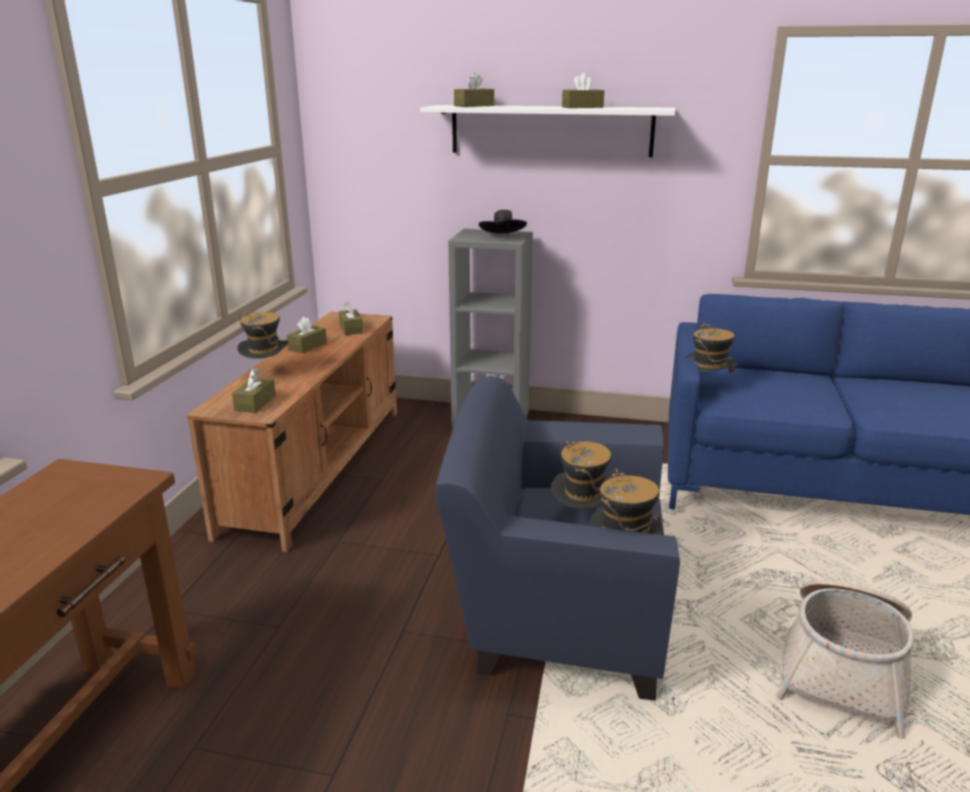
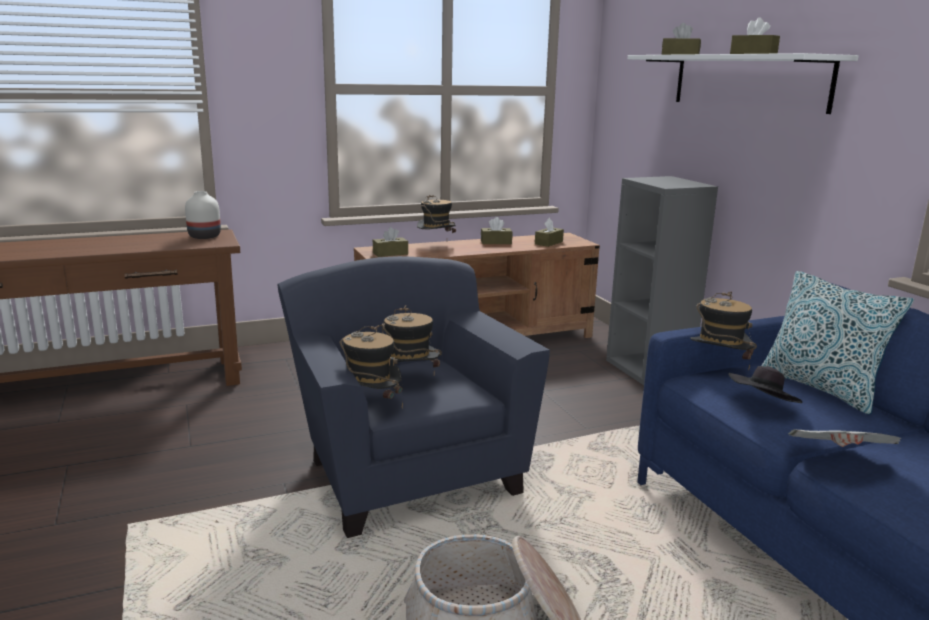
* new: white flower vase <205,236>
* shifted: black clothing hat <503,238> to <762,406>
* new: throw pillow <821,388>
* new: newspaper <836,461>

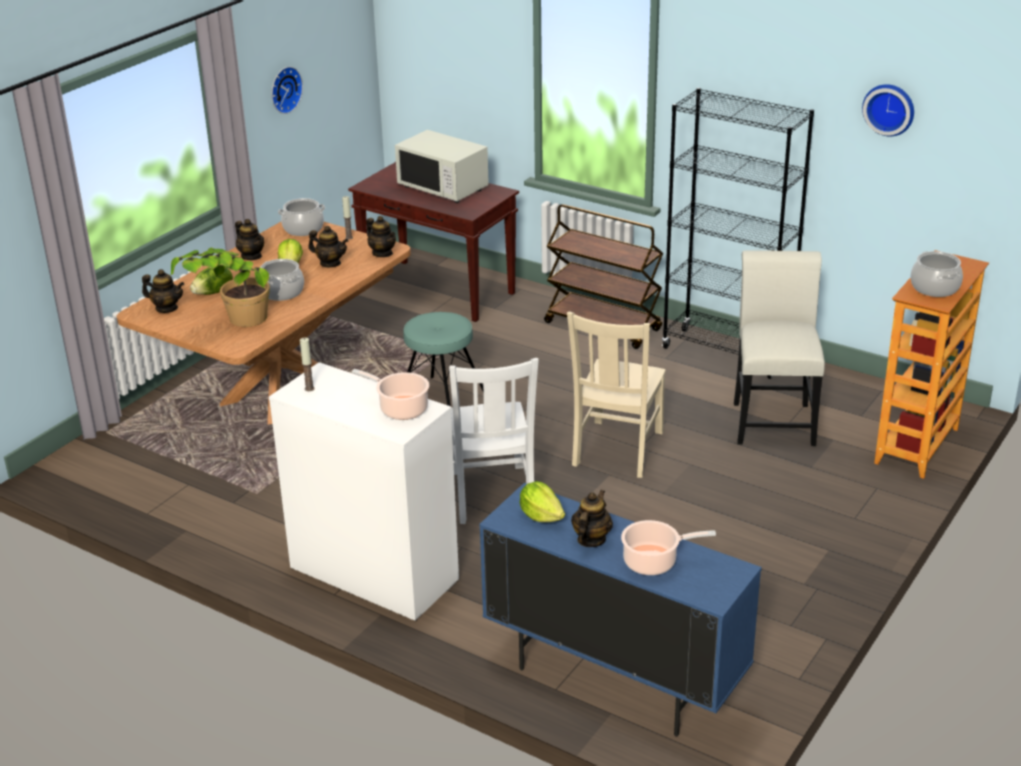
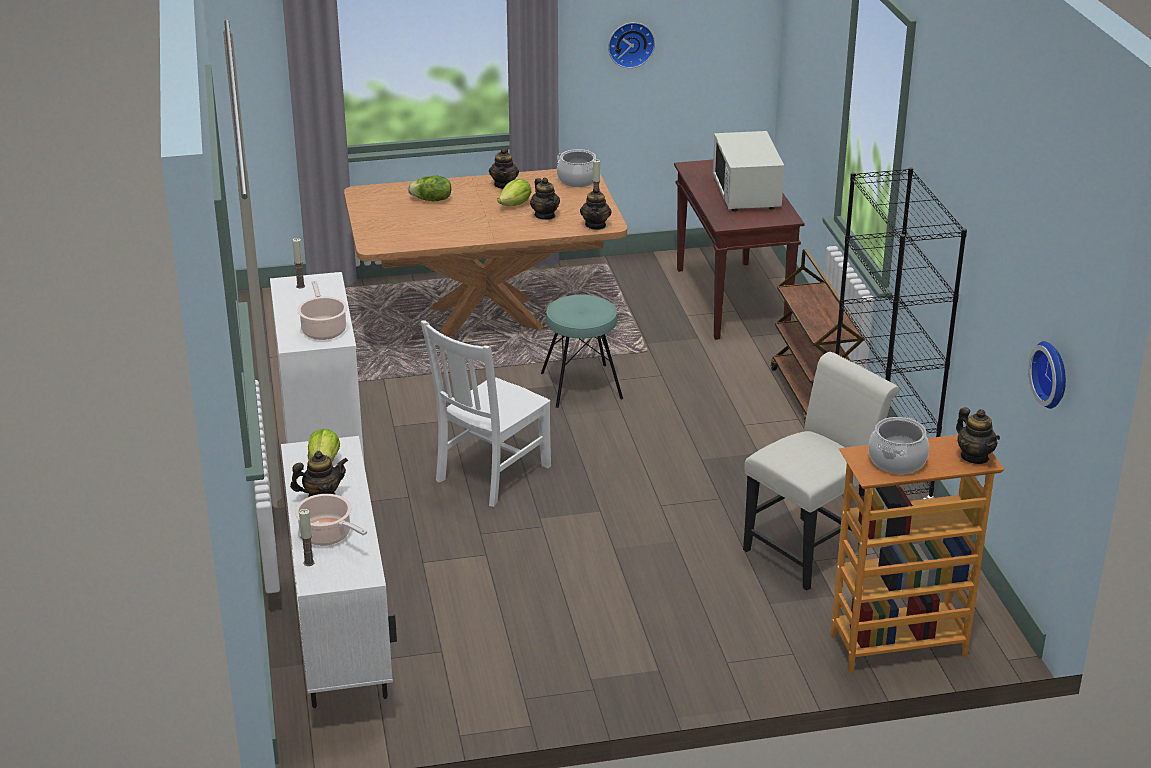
* repainted: blue-coloured cupboard <613,680> to white cupboard <341,645>
* new: candle <309,563>
* shifted: pot for tea <166,308> to <974,457>
* shifted: wall clock <889,108> to <1053,374>
* gone: houseplant <230,324>
* gone: stockpot <281,292>
* gone: beige upright chair <616,450>

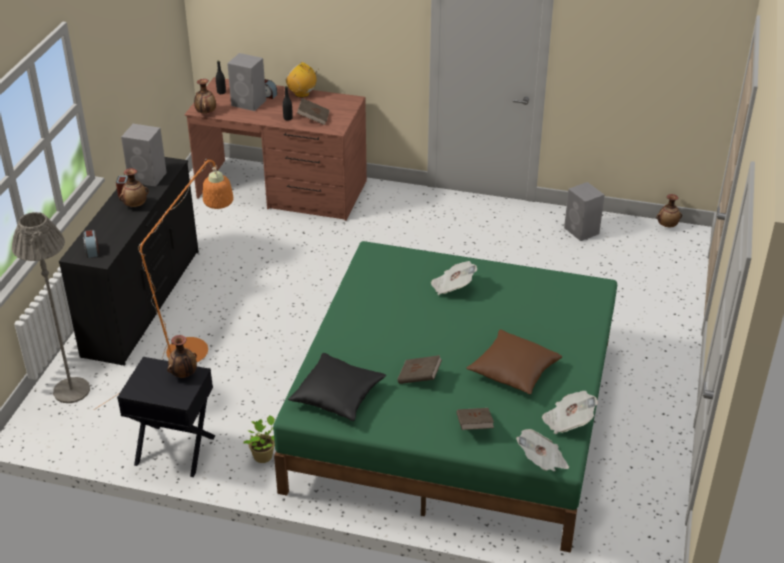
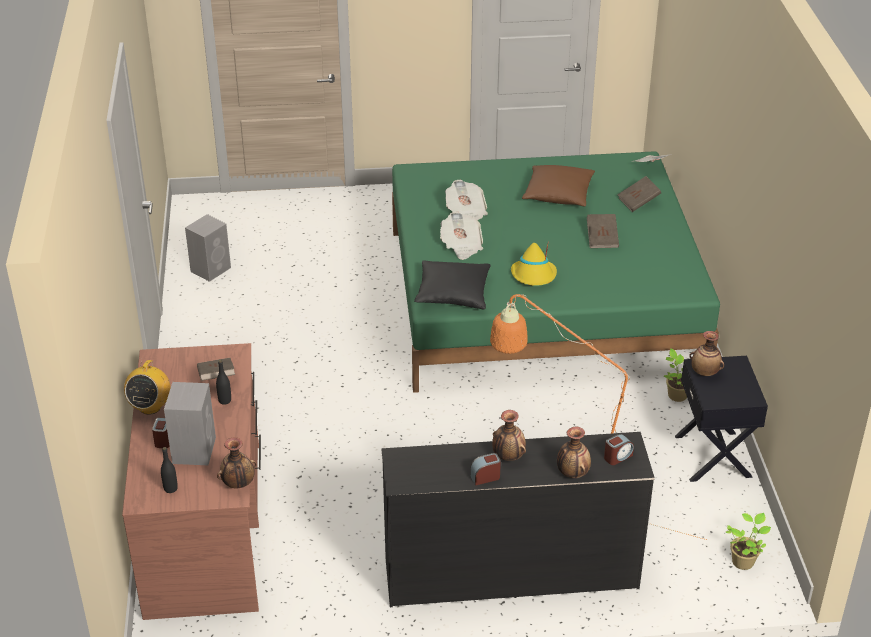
* shifted: black throw pillow <338,396> to <452,294>
* shifted: newspaper <567,422> to <466,212>
* new: yellow clothing hat <534,275>
* shifted: flower vase <667,226> to <572,473>
* new: houseplant <743,561>
* gone: grey standard lamp <71,390>
* gone: grey speaker <148,177>

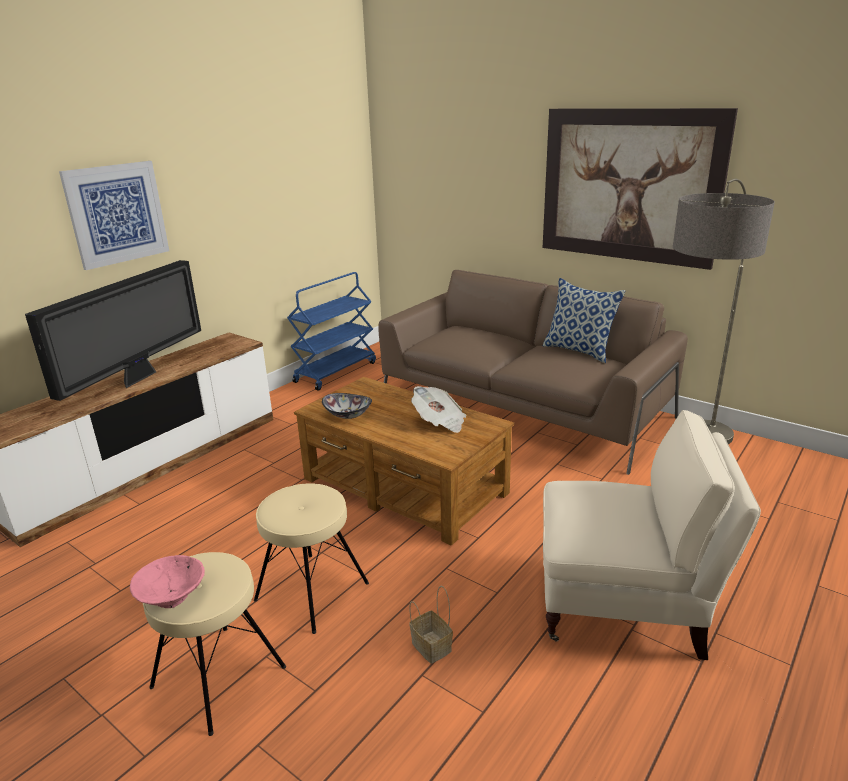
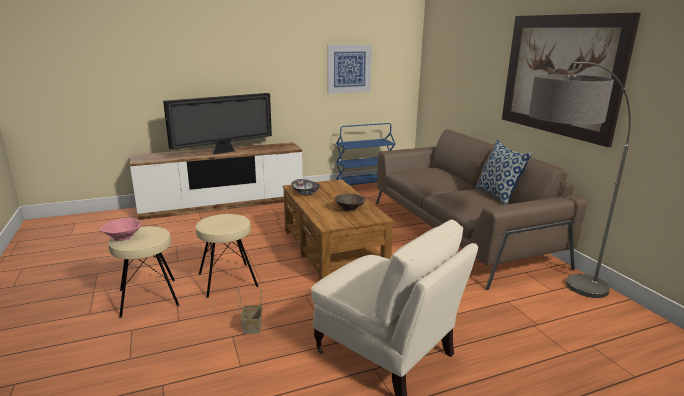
* shifted: wall art <117,214> to <349,69>
* swapped: newspaper <439,422> to brownish bowl <349,209>

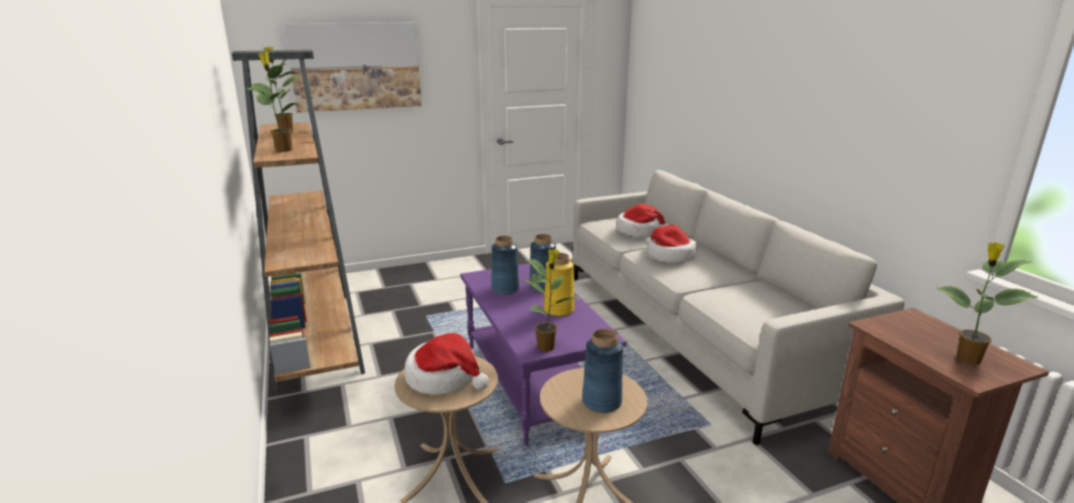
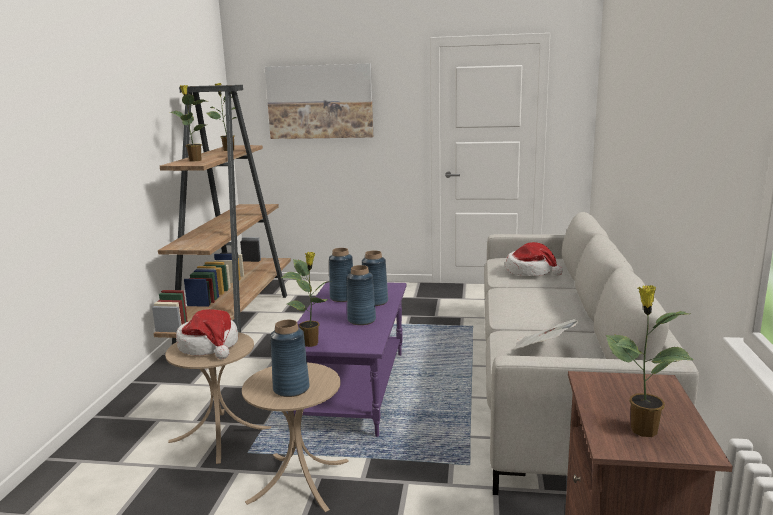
* repainted: yellow flower vase <559,310> to blue-coloured flower vase <362,320>
* new: newspaper <542,350>
* gone: clothing hat <669,256>

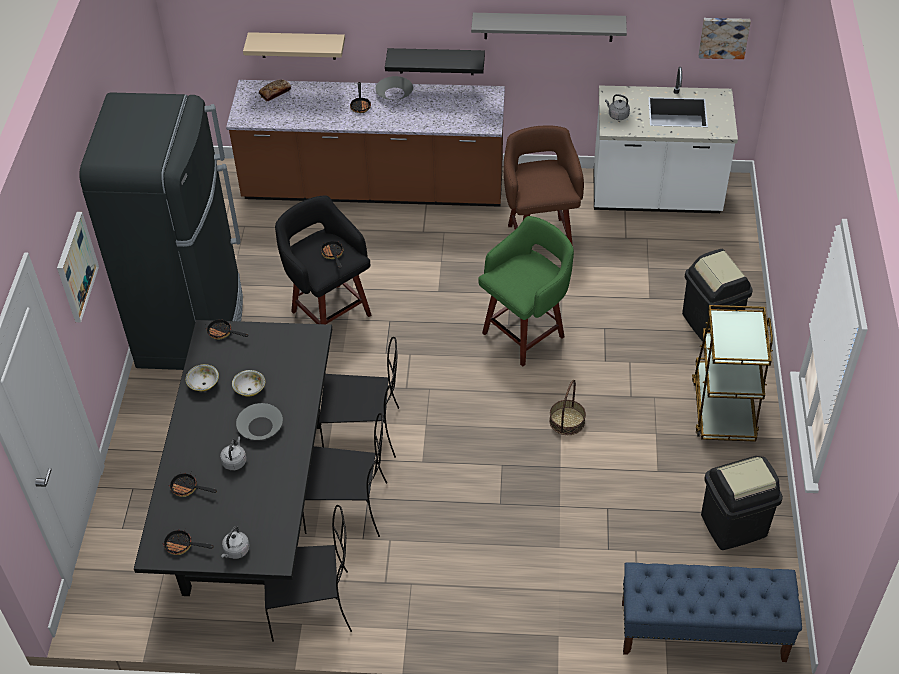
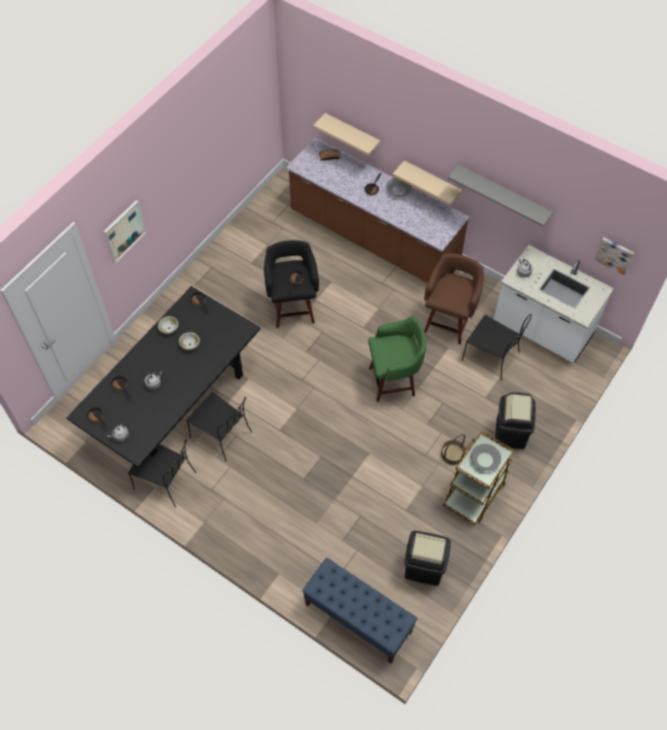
* repainted: black bracket shelf <436,61> to beige bracket shelf <431,182>
* shifted: household basket <567,421> to <452,454>
* shifted: black upright chair <364,432> to <492,357>
* shifted: grey bowl <260,426> to <485,459>
* gone: black kitchen fridge <192,326>

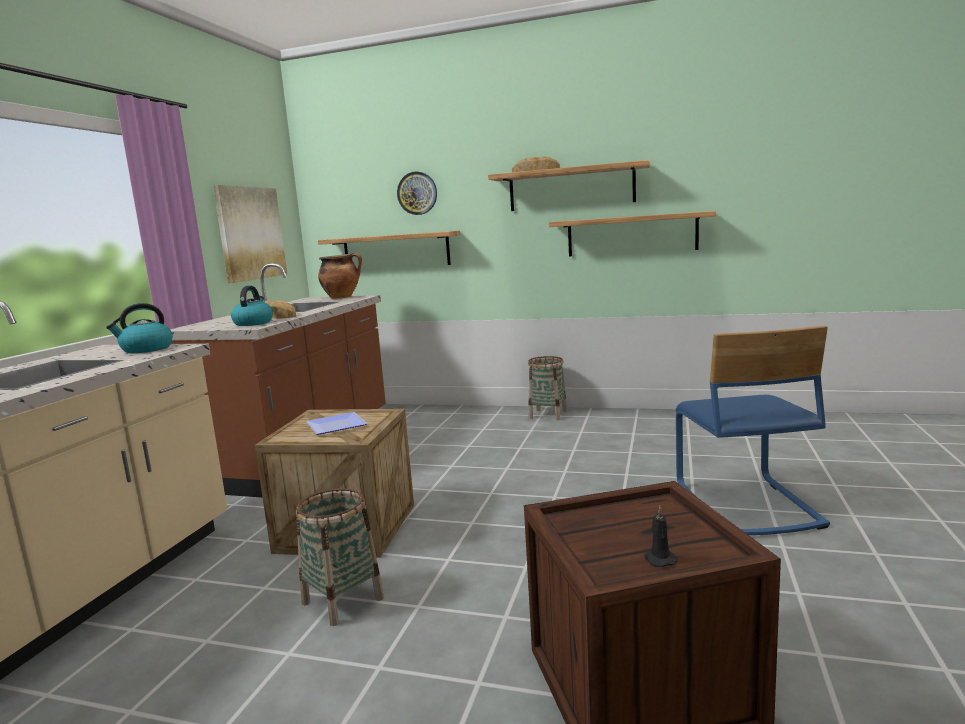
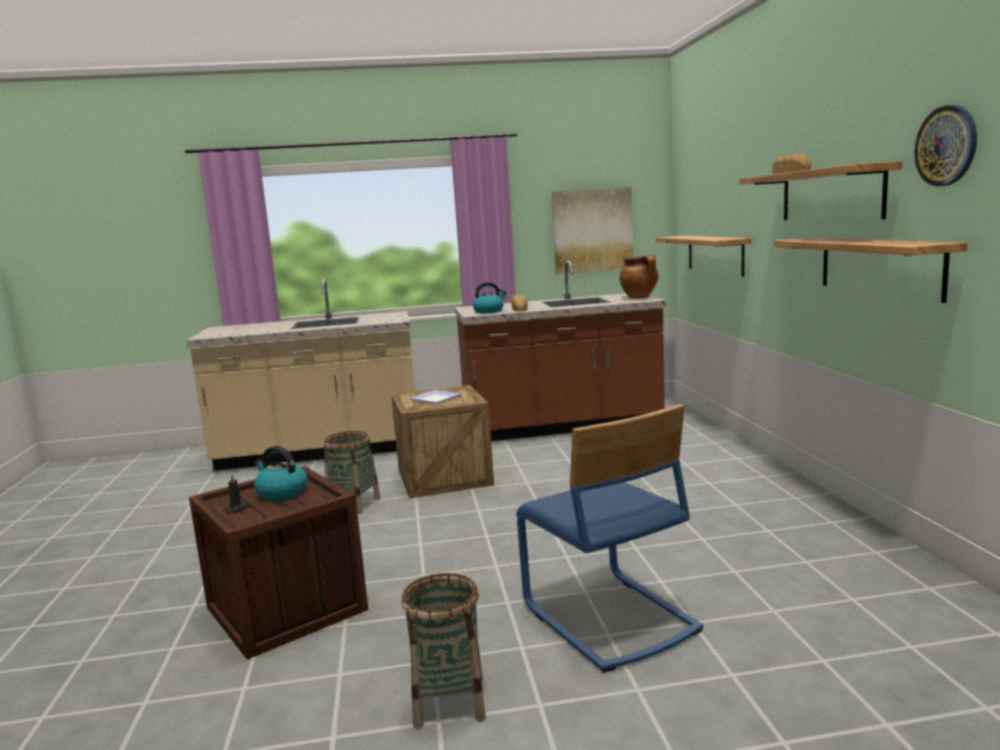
* shifted: water kettle <146,349> to <281,493>
* shifted: household basket <548,415> to <449,702>
* rotated: blue-coloured upright chair <745,505> = <608,619> 90 degrees counterclockwise
* shifted: wall clock <417,193> to <946,146>

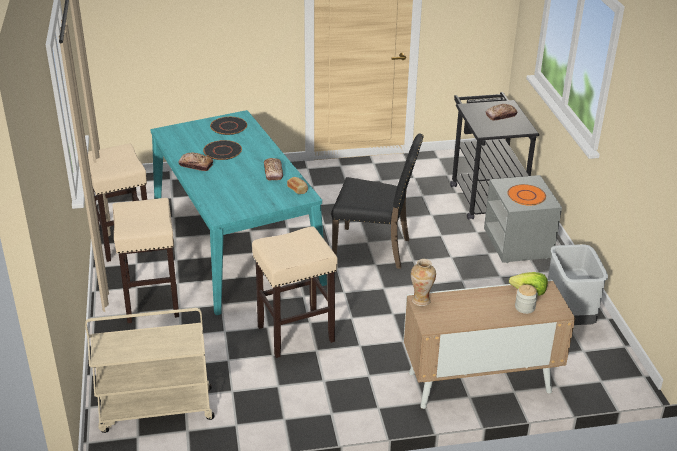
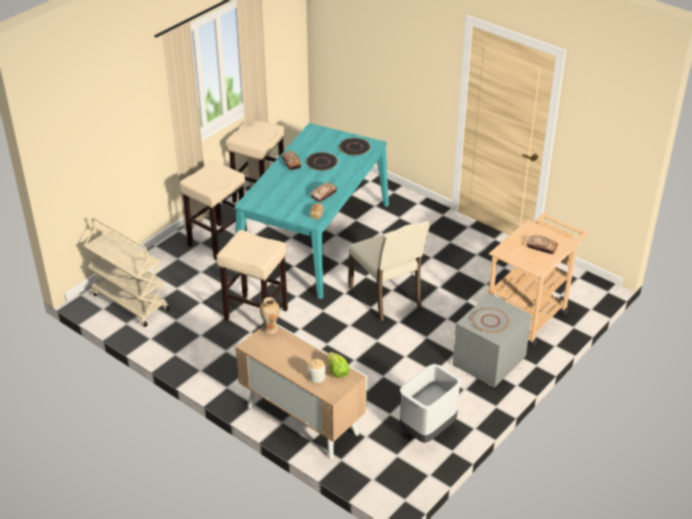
* repainted: black upright chair <373,249> to beige upright chair <387,297>
* repainted: orange flat dish <526,196> to grey flat dish <490,321>
* repainted: black cart <484,196> to beige cart <530,313>

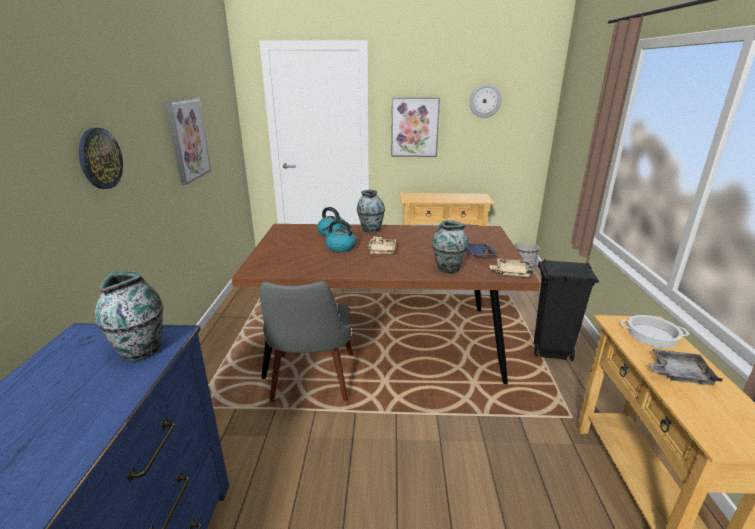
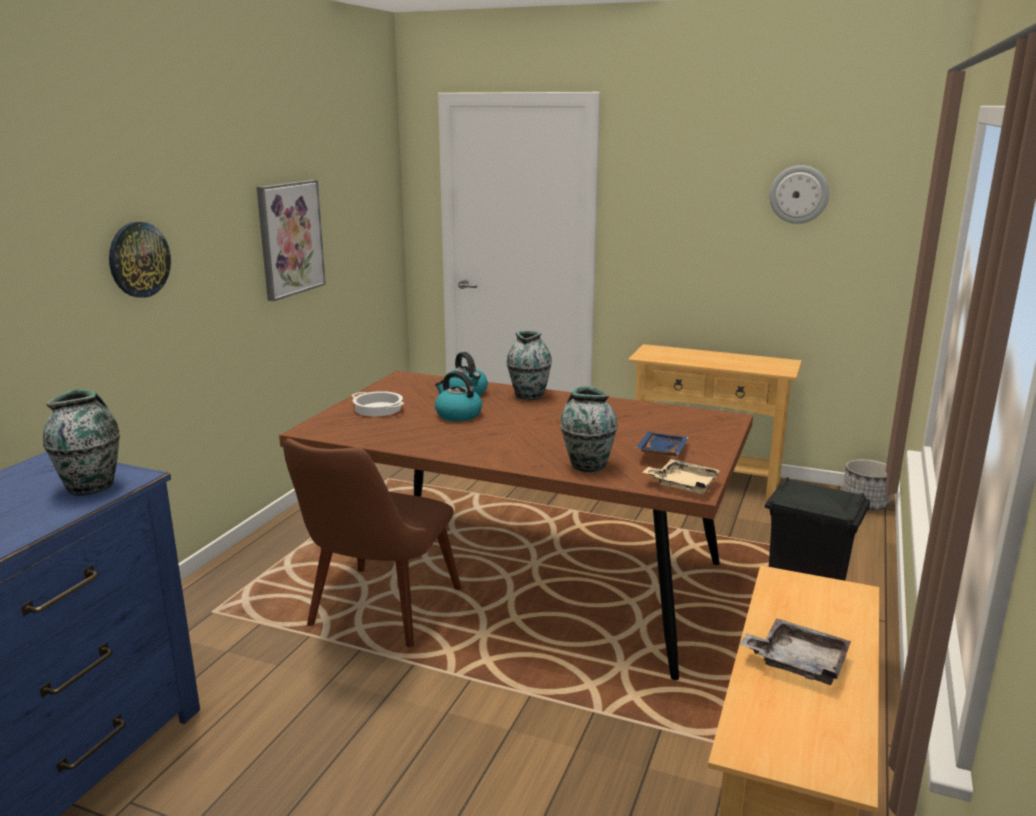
* repainted: grey upright chair <312,385> to brownish upright chair <376,617>
* shifted: stockpot <652,335> to <378,409>
* gone: beige tray <381,250>
* gone: wall art <414,127>

